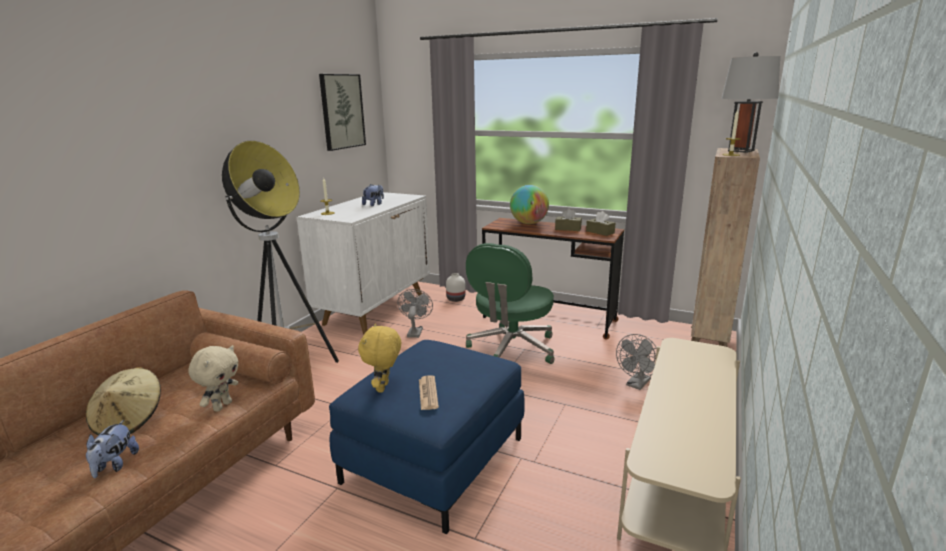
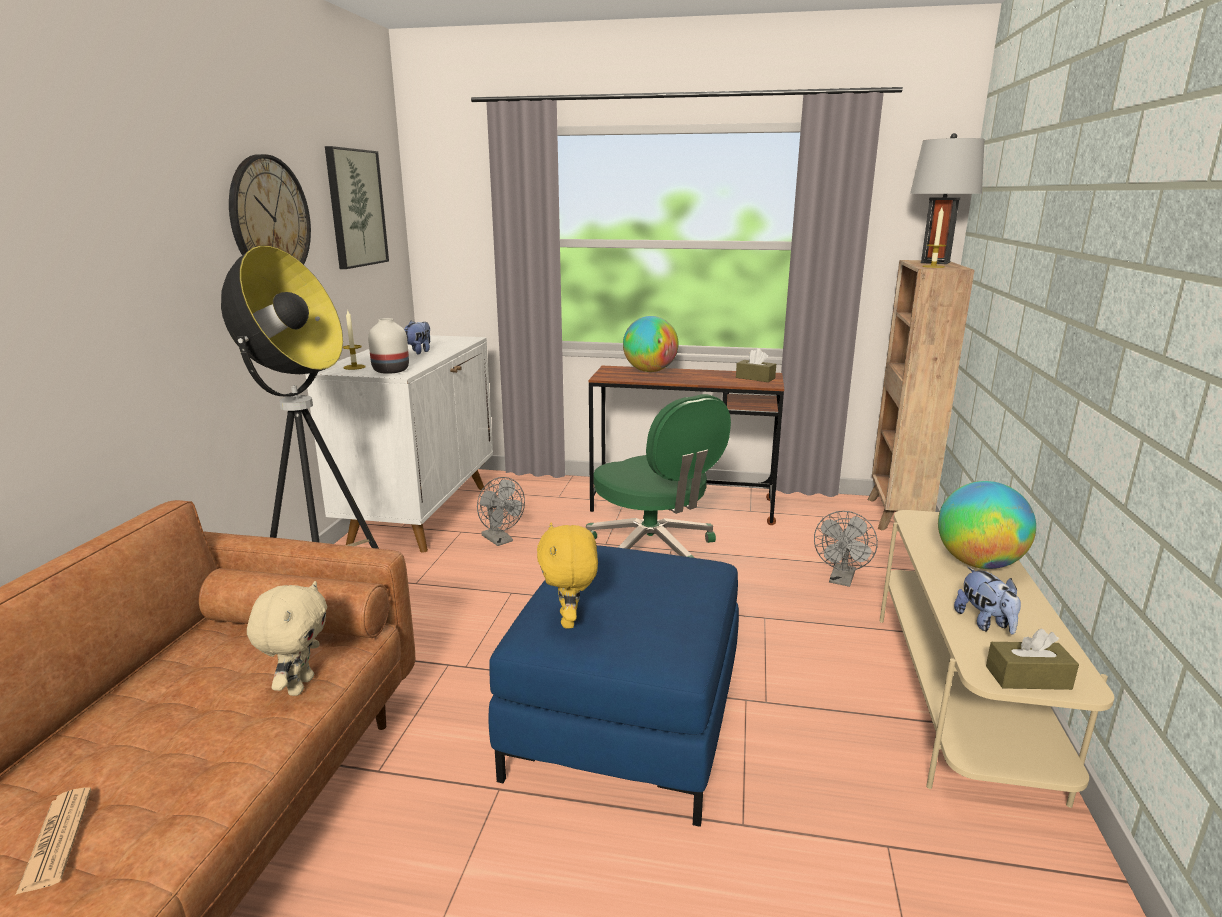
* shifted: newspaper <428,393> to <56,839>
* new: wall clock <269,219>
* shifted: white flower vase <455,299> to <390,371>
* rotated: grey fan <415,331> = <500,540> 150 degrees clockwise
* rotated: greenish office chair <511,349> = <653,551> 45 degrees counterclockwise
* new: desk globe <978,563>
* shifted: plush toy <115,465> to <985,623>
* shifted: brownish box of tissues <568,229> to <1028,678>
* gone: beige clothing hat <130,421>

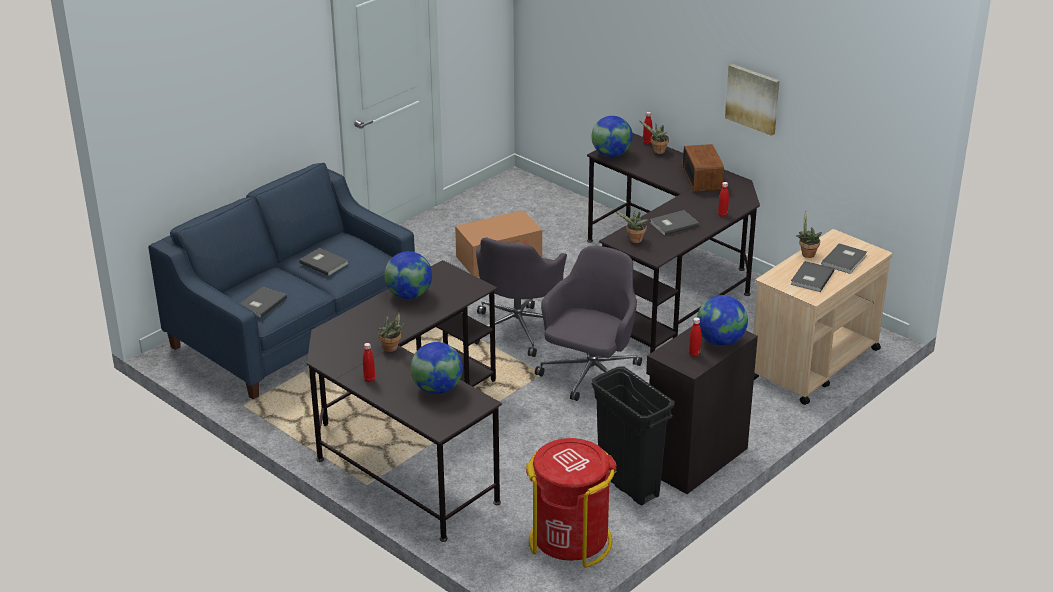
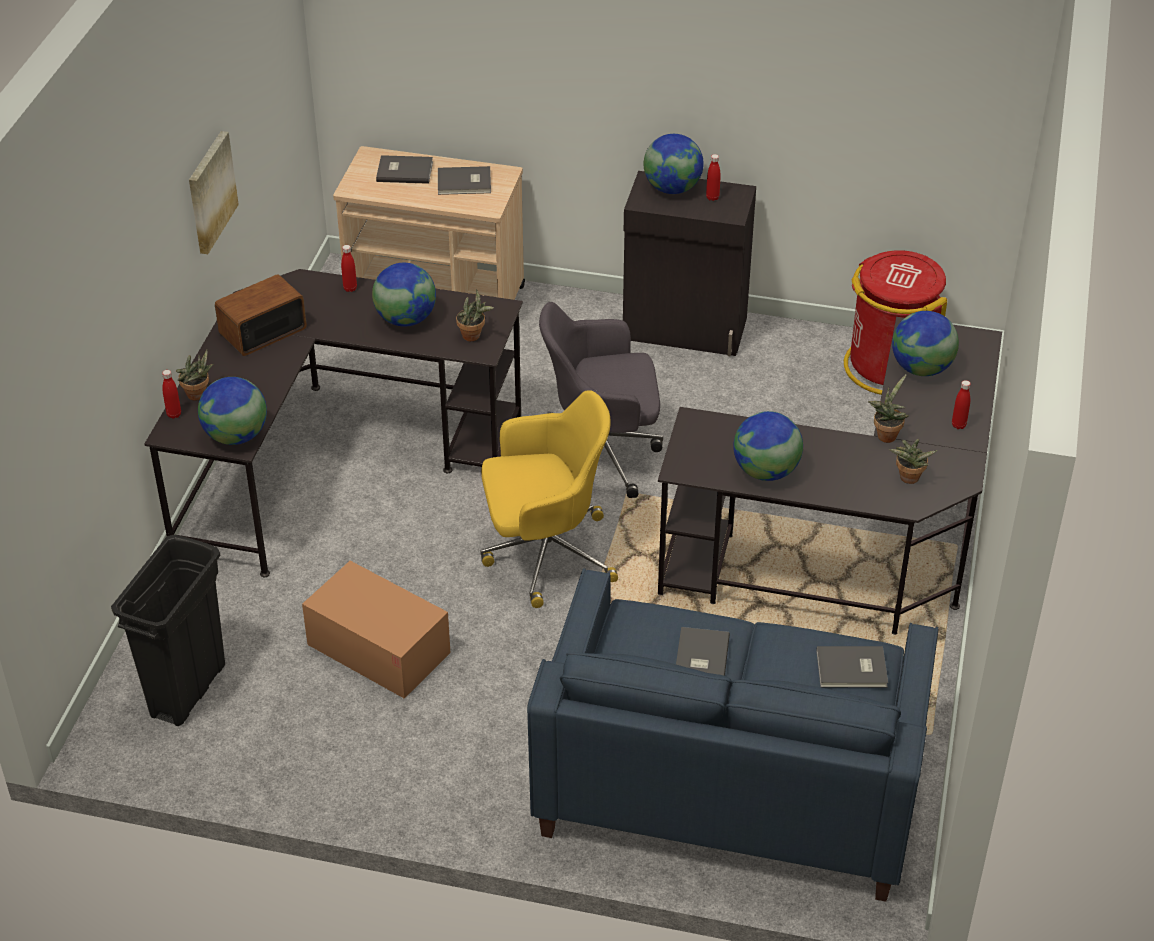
* shifted: black trash can <629,485> to <188,690>
* swapped: grey book <673,224> to desk globe <406,319>
* repainted: grey office chair <519,328> to yellow office chair <545,554>
* shifted: houseplant <806,253> to <908,479>

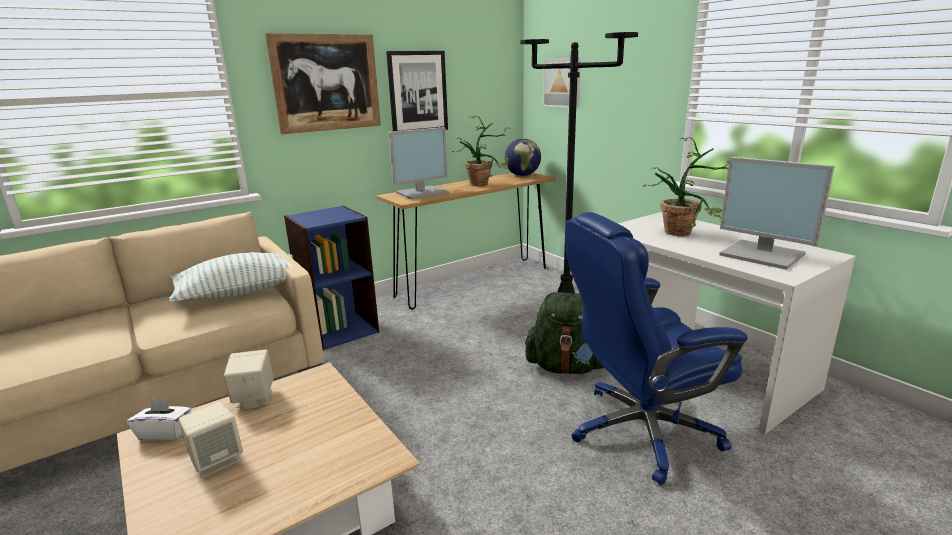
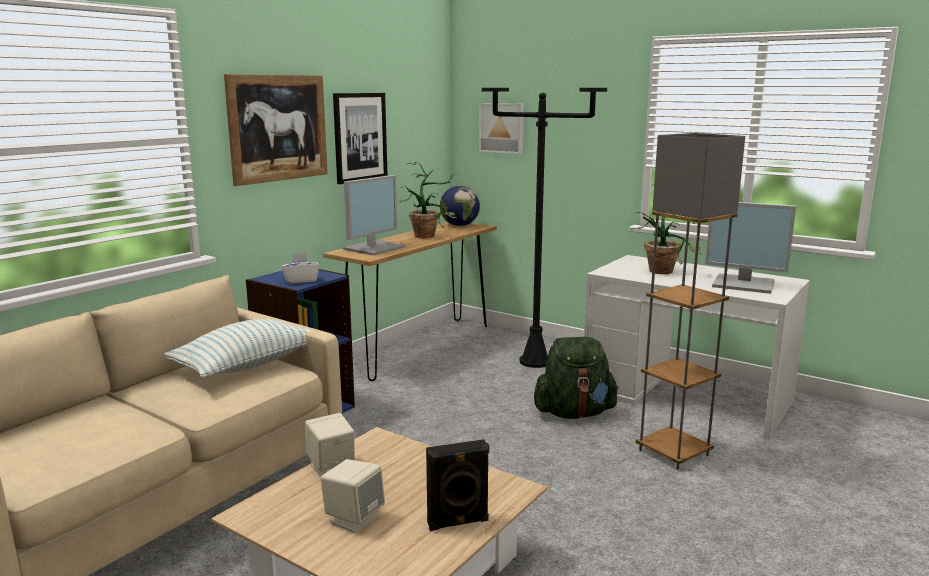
* shifted: white box of tissues <165,432> to <301,280>
* new: black speaker <458,523>
* swapped: blue-coloured office chair <640,431> to grey standard lamp <673,453>

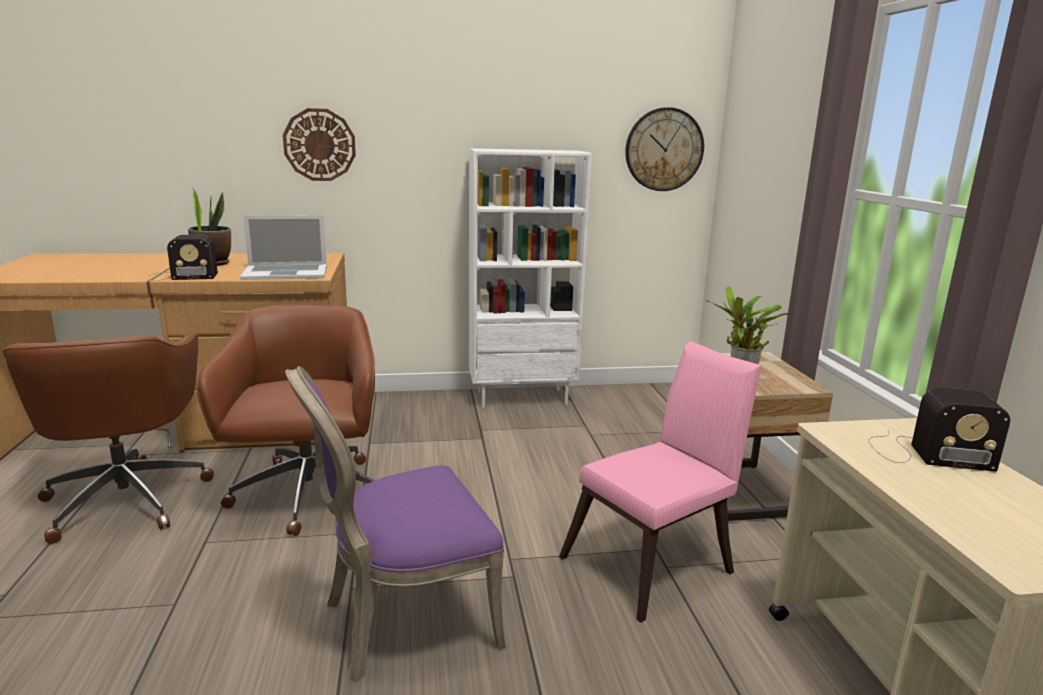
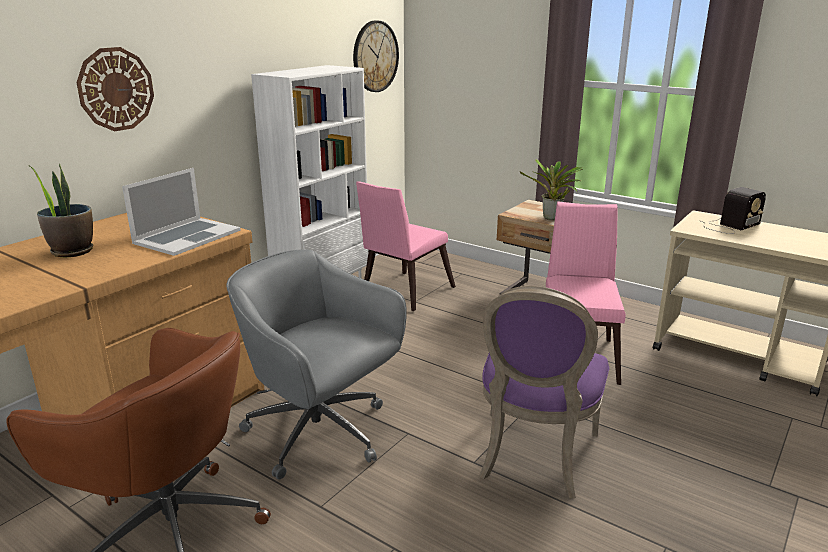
* repainted: brownish office chair <307,495> to grey office chair <321,434>
* new: pink-coloured upright chair <403,293>
* gone: radio receiver <180,276>

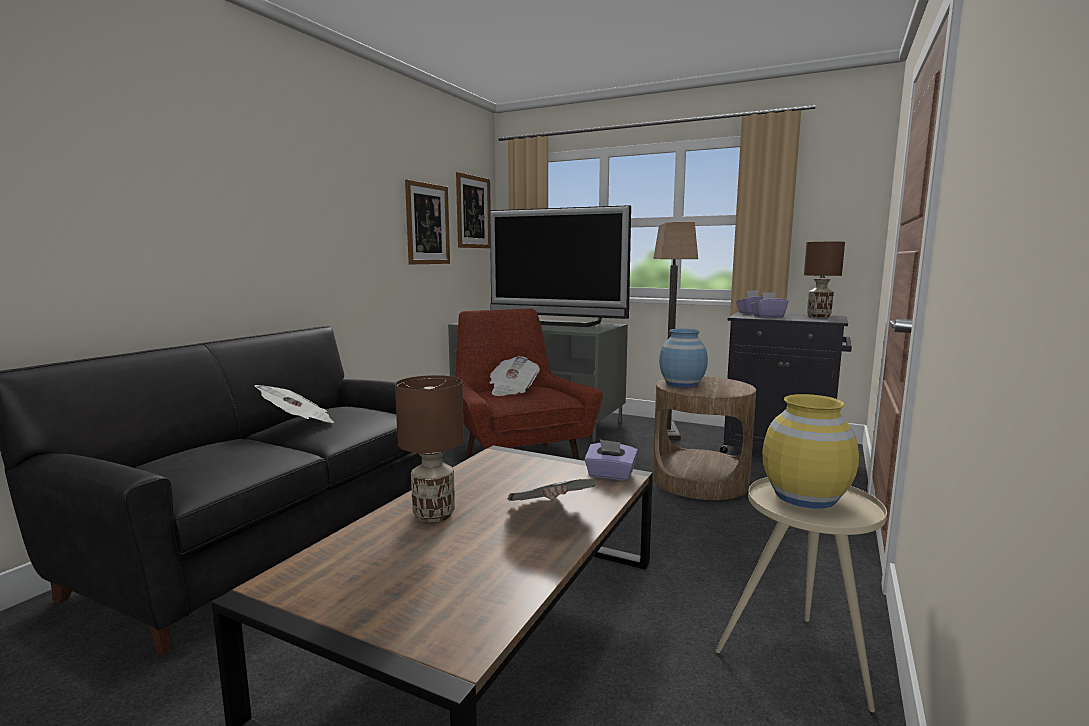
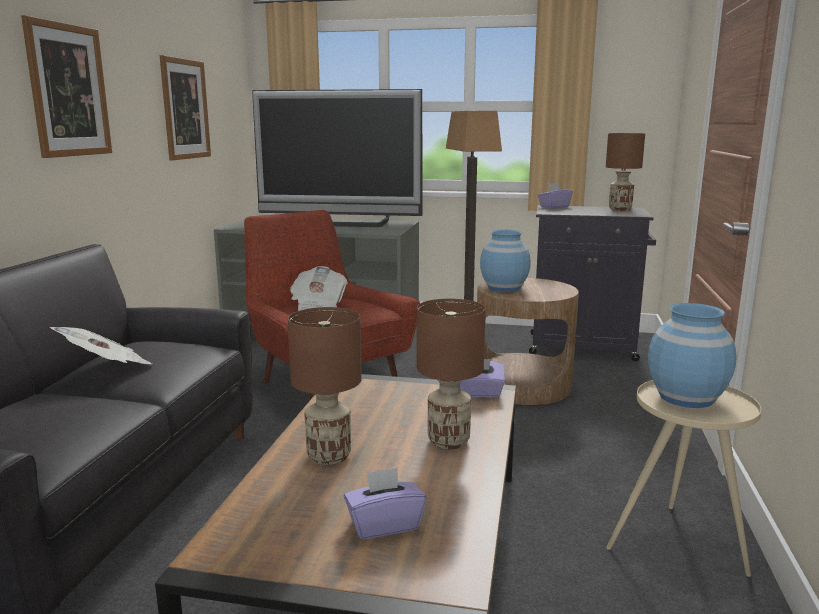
* shifted: wall art <473,212> to <69,90>
* shifted: purple-coloured box of tissues <768,316> to <384,525>
* swapped: newspaper <550,514> to brownish table lamp <447,441>
* repainted: yellow flower vase <805,496> to blue-coloured flower vase <686,397>

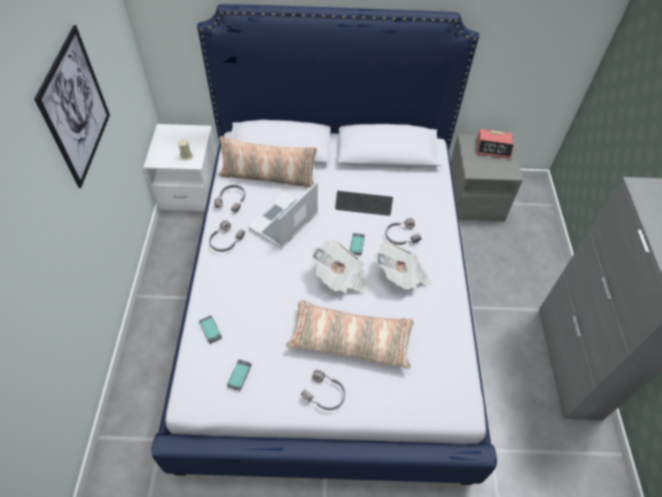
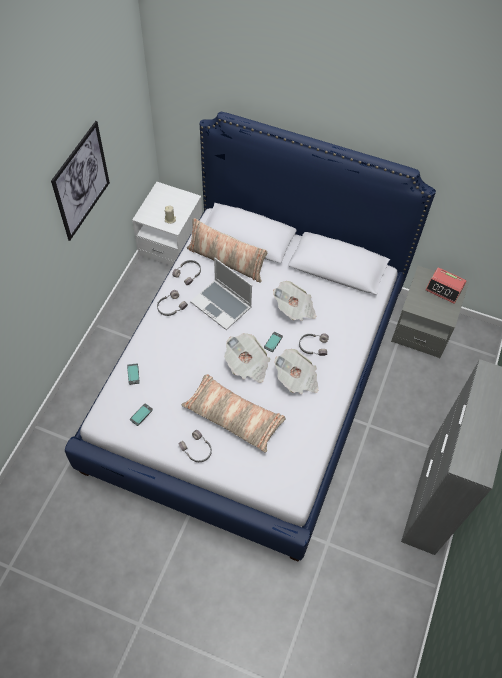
* rotated: portable computer <283,222> = <222,305> 105 degrees counterclockwise
* swapped: PC keyboard <363,204> to newspaper <294,309>

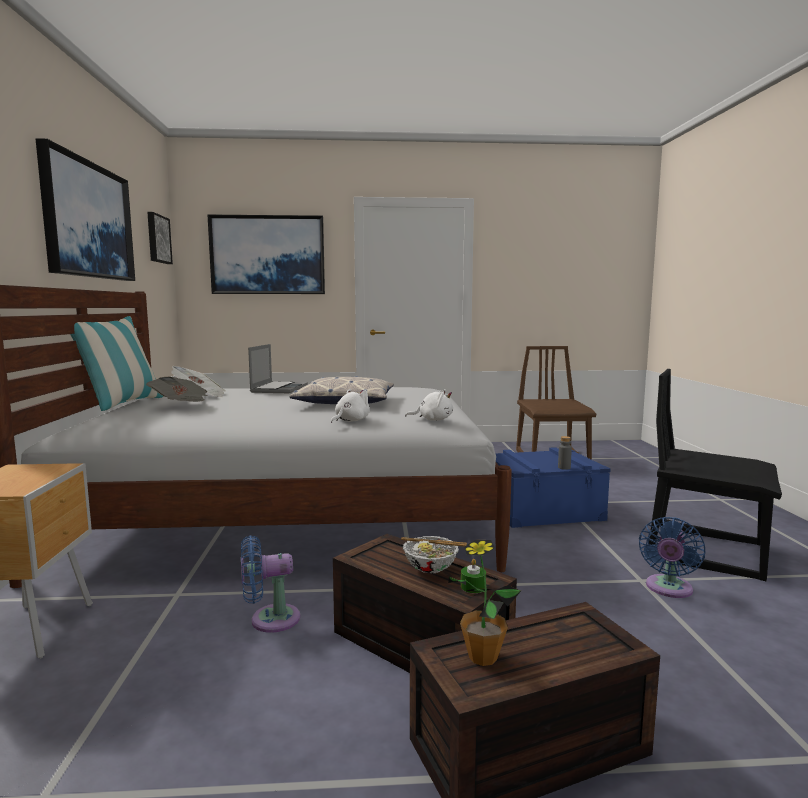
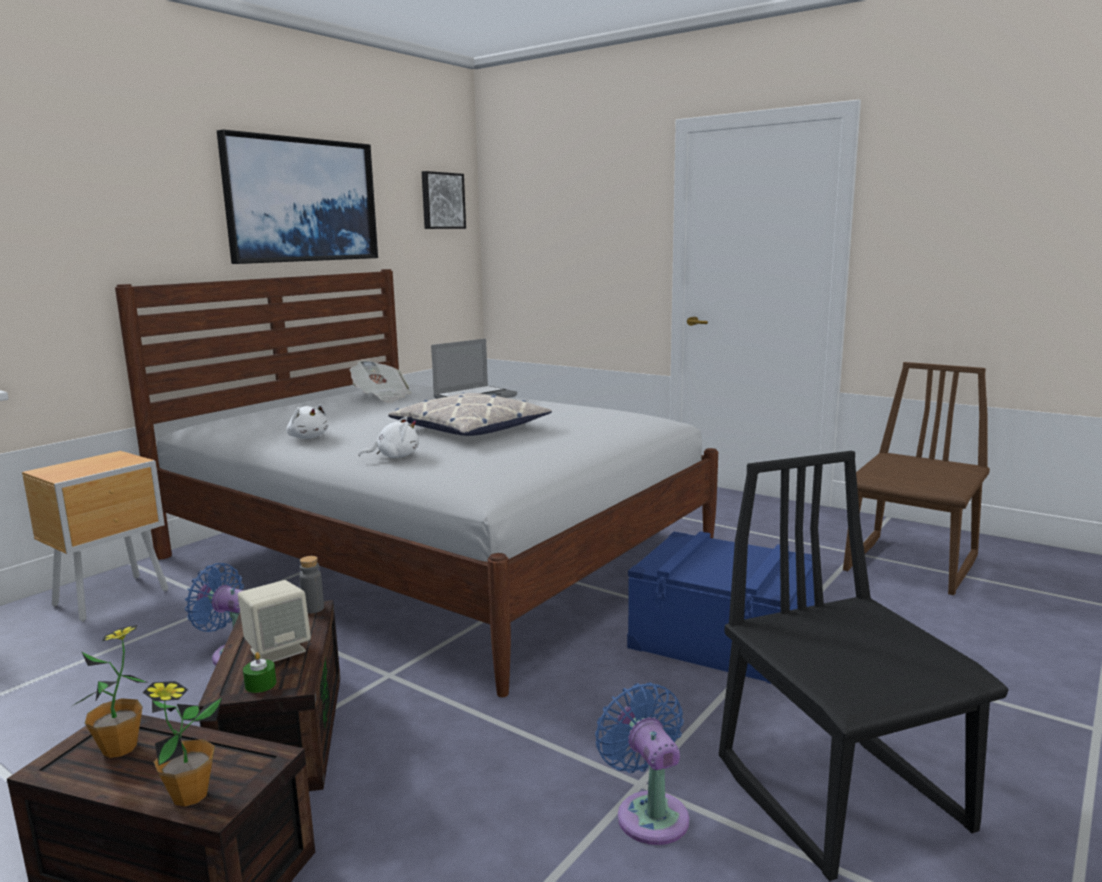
* new: houseplant <190,795>
* swapped: bowl <430,568> to beige speaker <277,650>
* shifted: white plush toy <433,420> to <308,437>
* shifted: grey drink bottle <564,468> to <313,609>
* rotated: blue-coloured fan <668,589> = <649,813> 90 degrees clockwise
* gone: throw pillow <122,404>
* gone: newspaper <181,406>
* gone: wall art <268,255>

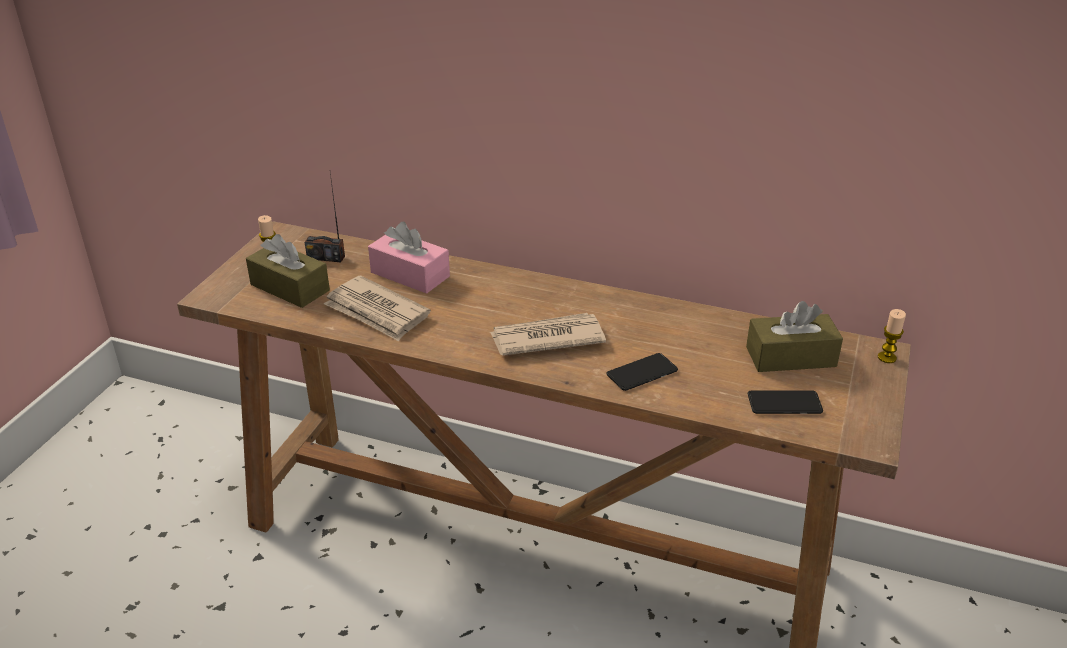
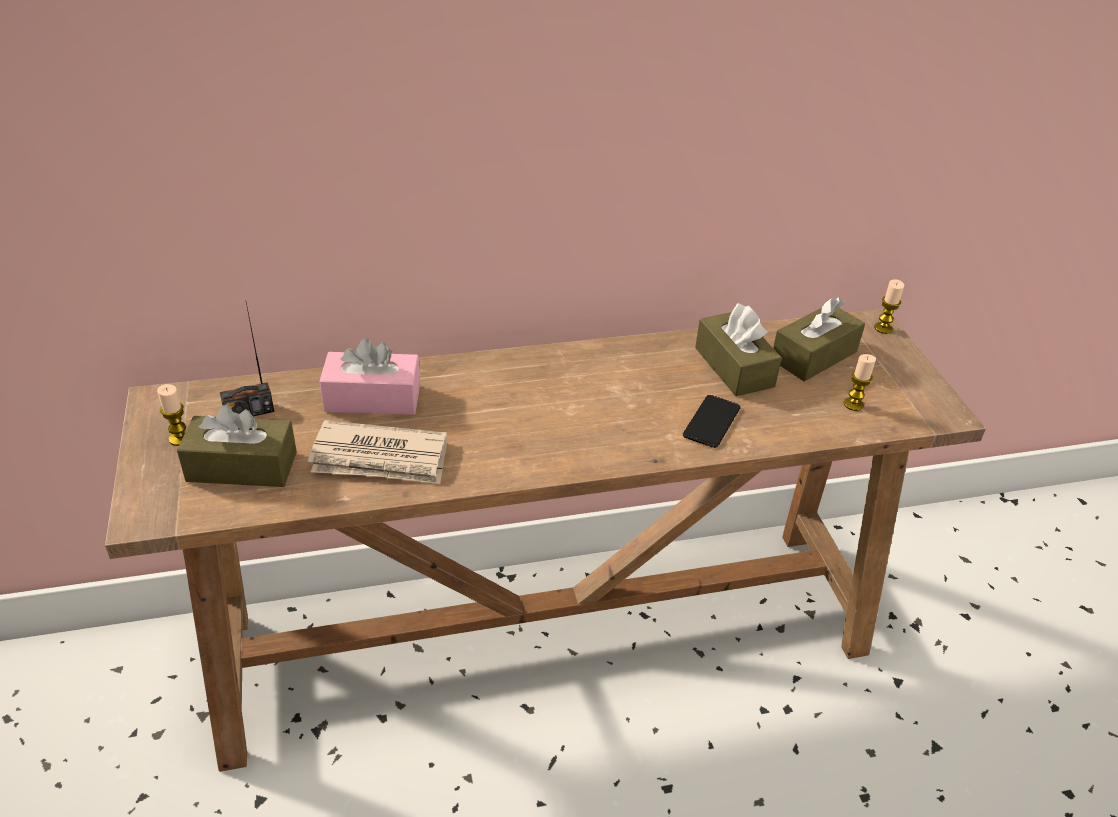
* new: brownish box of tissues <734,367>
* swapped: handset <784,403> to candle <853,404>
* gone: newspaper <546,338>

